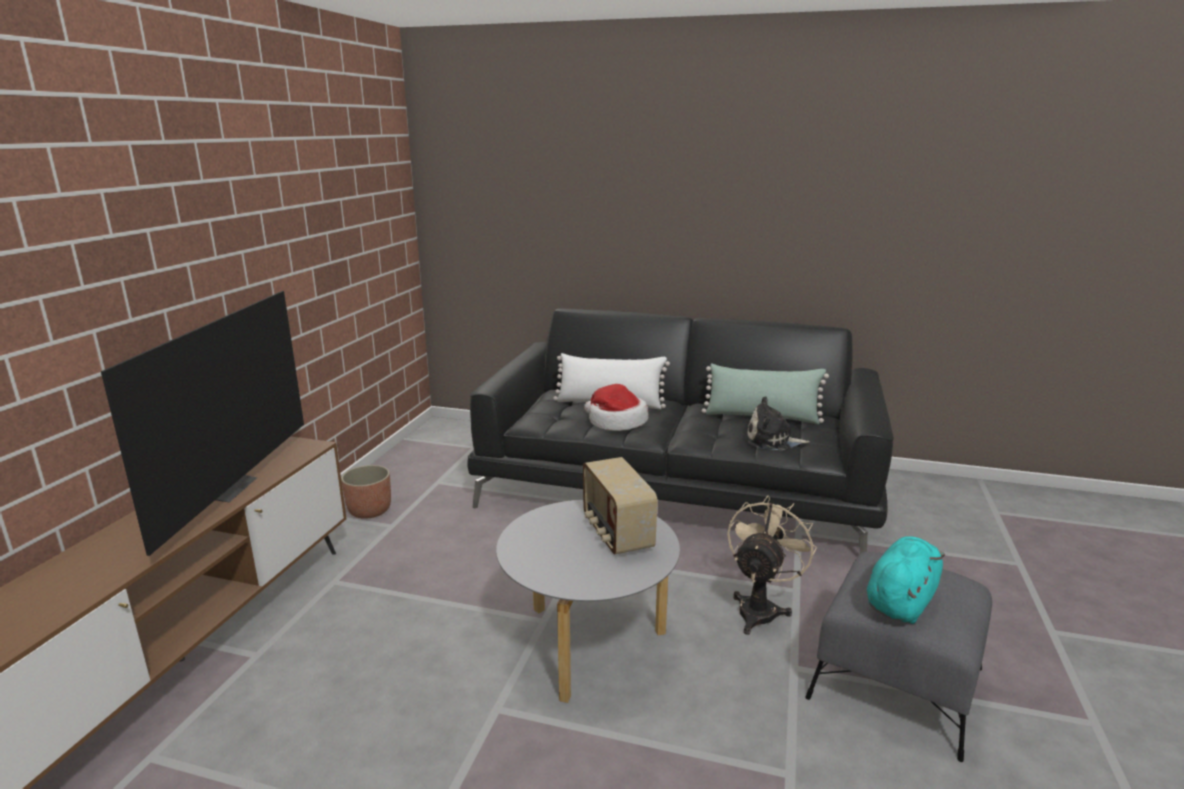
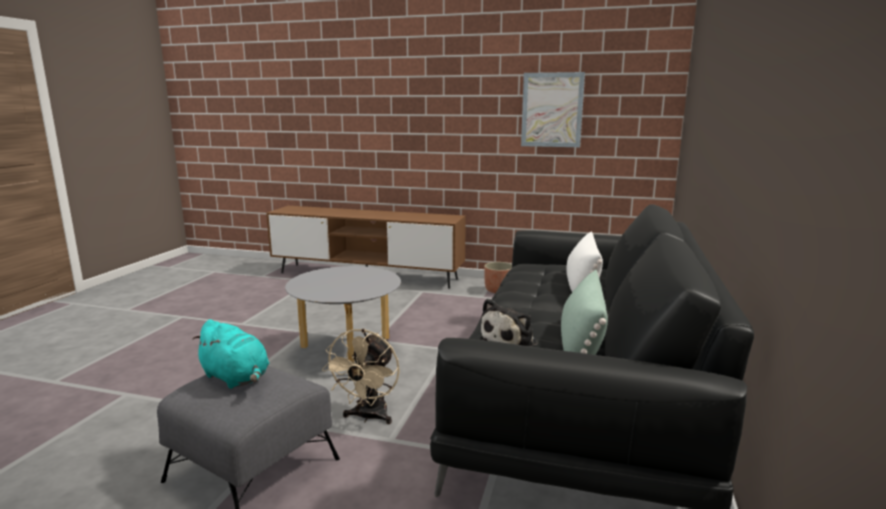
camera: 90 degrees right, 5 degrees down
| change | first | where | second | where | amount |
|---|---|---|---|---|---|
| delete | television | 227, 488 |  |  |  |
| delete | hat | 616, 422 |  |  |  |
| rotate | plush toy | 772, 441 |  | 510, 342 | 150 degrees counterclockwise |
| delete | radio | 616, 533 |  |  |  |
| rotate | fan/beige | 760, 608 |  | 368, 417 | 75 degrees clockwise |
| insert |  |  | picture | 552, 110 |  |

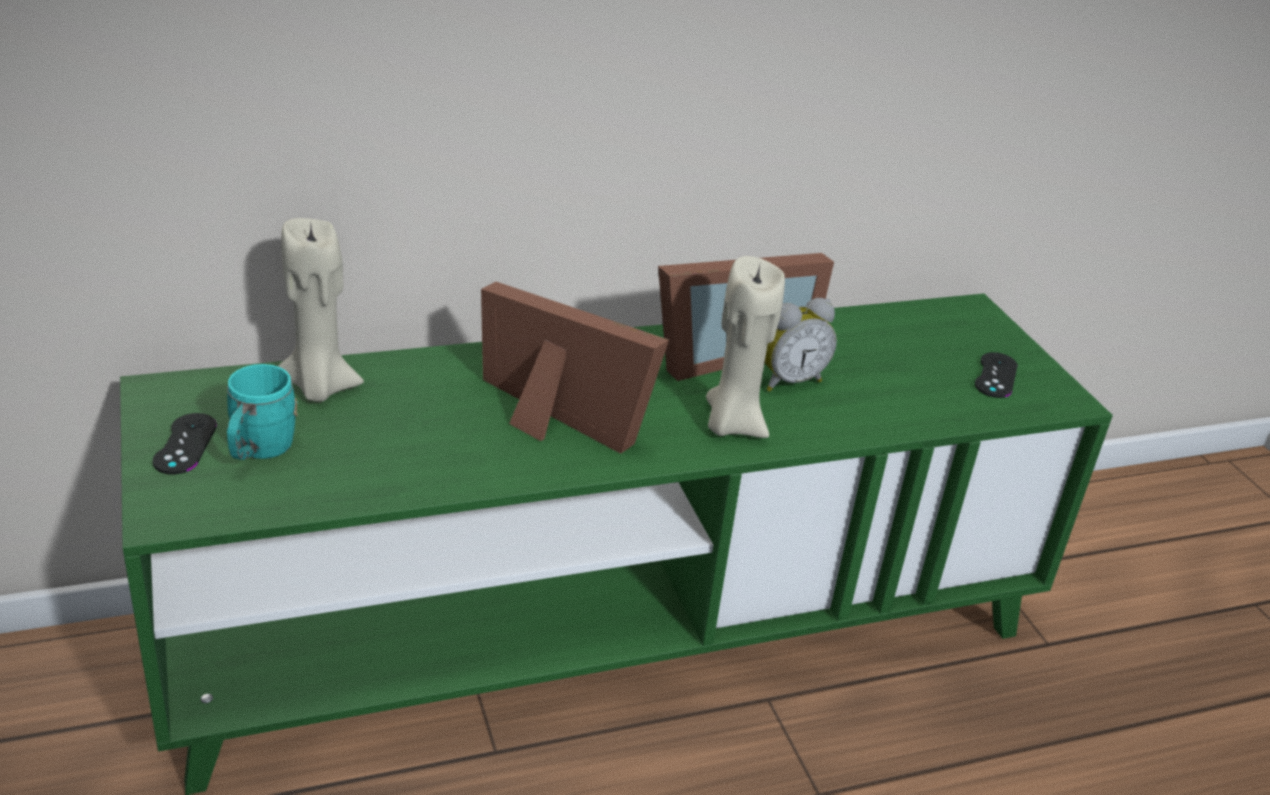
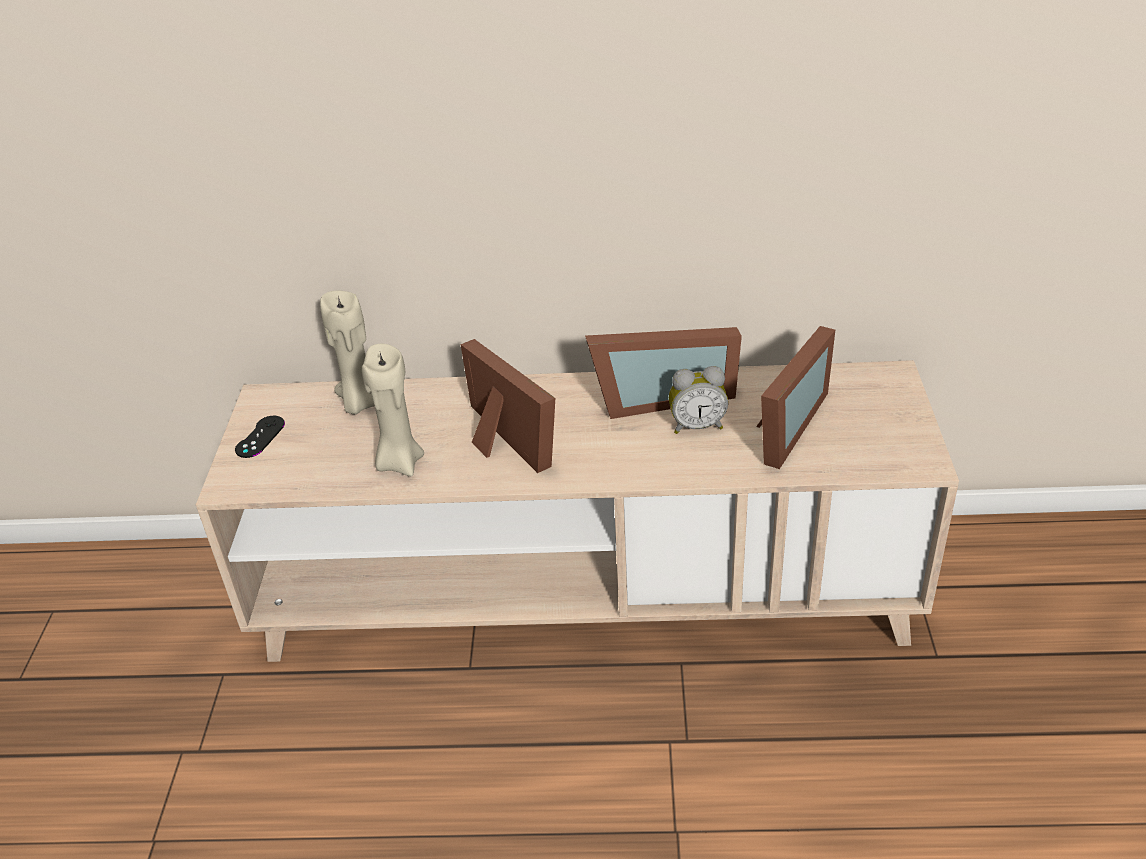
camera: 25 degrees right, 5 degrees up
| change | first | where | second | where | amount |
|---|---|---|---|---|---|
| move | candle/beige | 732, 424 |  | 399, 462 |  |
| recolor | tv stand/green | 610, 633 | tv stand/beige | 584, 595 |  |
| delete | game controller/black | 995, 375 |  |  |  |
| delete | mug/turquoise | 258, 452 |  |  |  |
| insert |  |  | picture frame | 780, 428 |  |

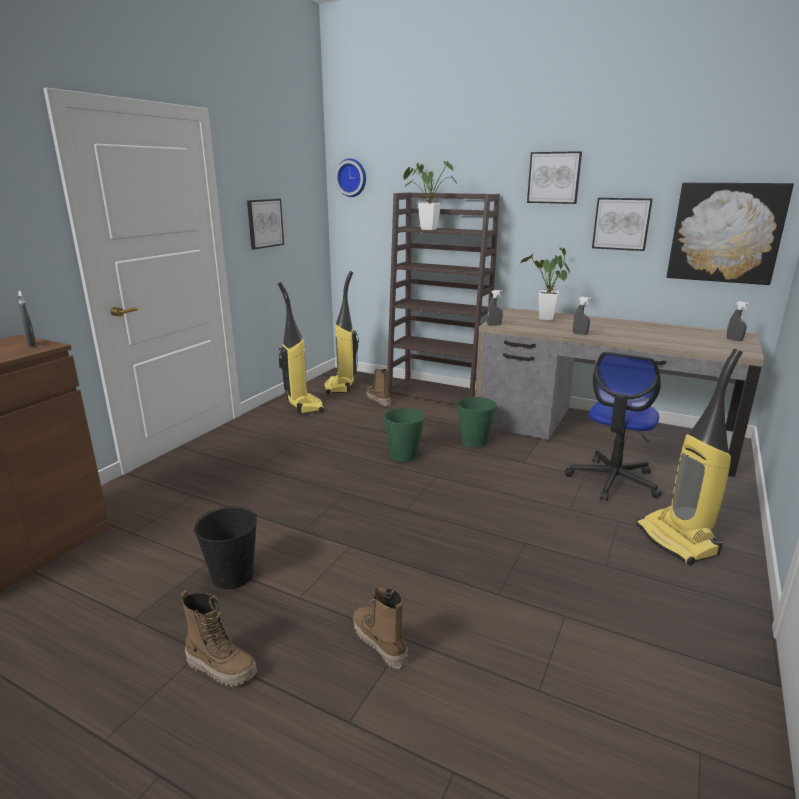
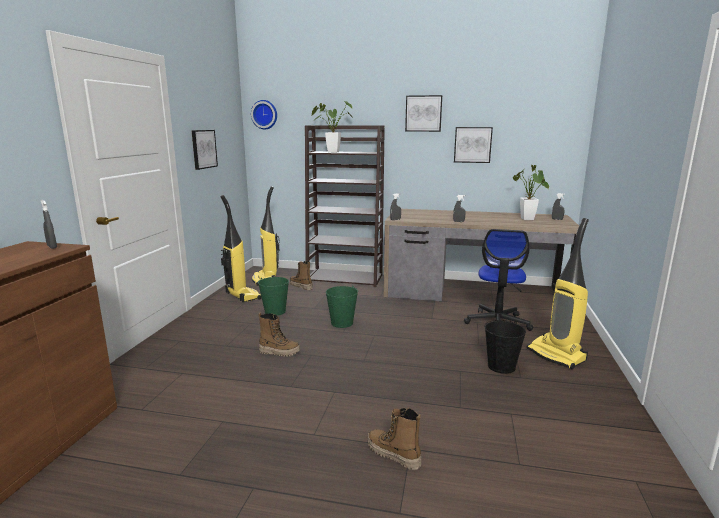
camera: 15 degrees left, 5 degrees down
| change | first | where | second | where | amount |
|---|---|---|---|---|---|
| delete | picture | 725, 233 |  |  |  |
| move | potted plant | 545, 319 |  | 528, 219 |  |
| move | bucket/green | 474, 441 |  | 275, 311 |  |
| move | bucket/black | 233, 576 |  | 501, 366 |  |
| move | boot | 221, 667 |  | 279, 352 |  |

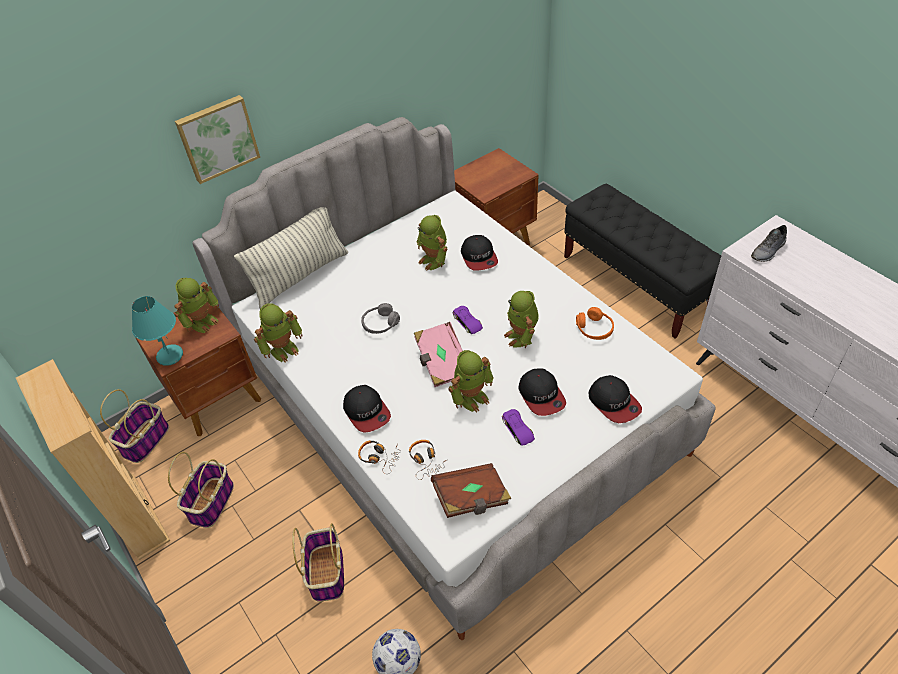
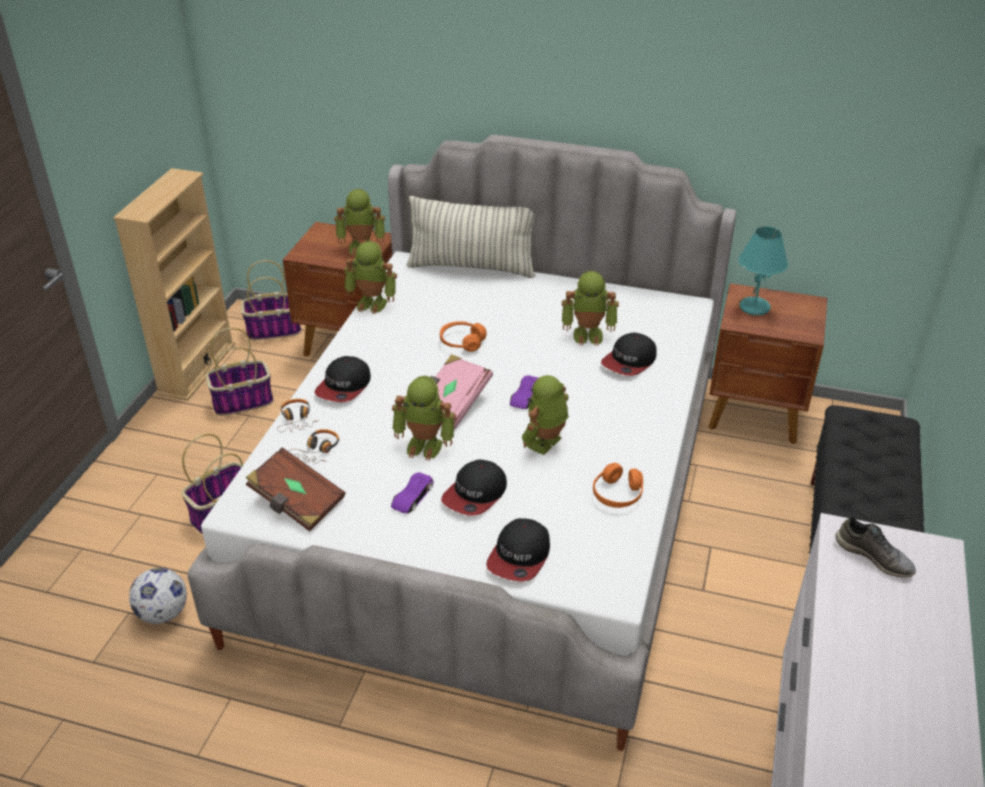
camera: 50 degrees right, 10 degrees down
| change | first | where | second | where | amount |
|---|---|---|---|---|---|
| delete | picture | 217, 138 |  |  |  |
| rotate | toy robot | 434, 260 |  | 588, 334 | 105 degrees counterclockwise |
| rotate | shoe/grey | 768, 251 |  | 874, 556 | 150 degrees counterclockwise |
| move | table lamp/turquoise | 169, 356 |  | 754, 307 |  |
| recolor | headphones/grey | 380, 324 | headphones/orange | 462, 342 |  |

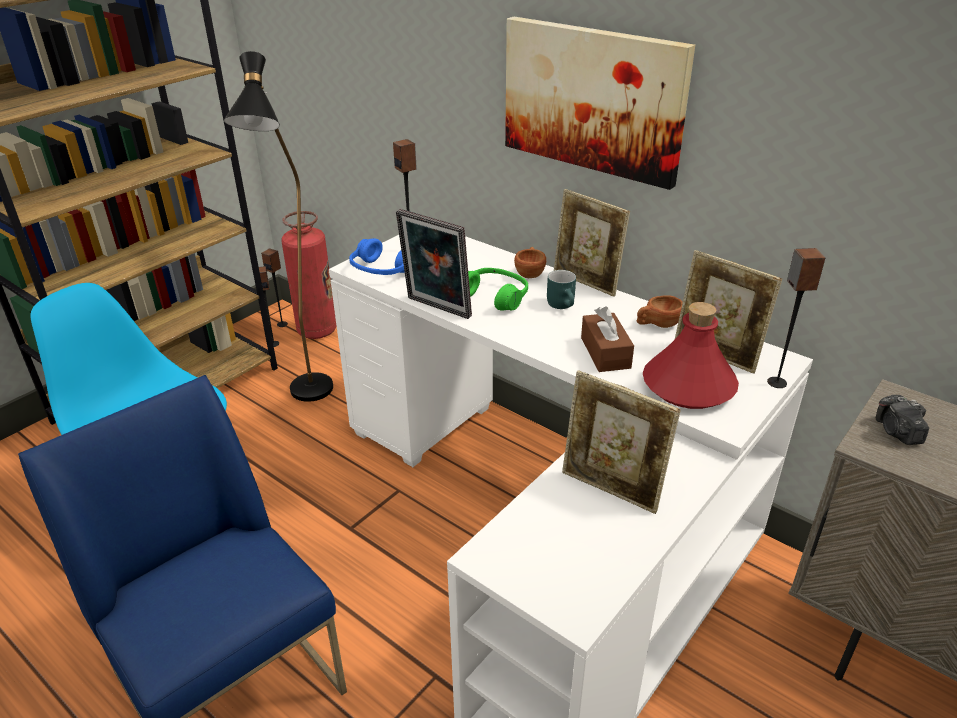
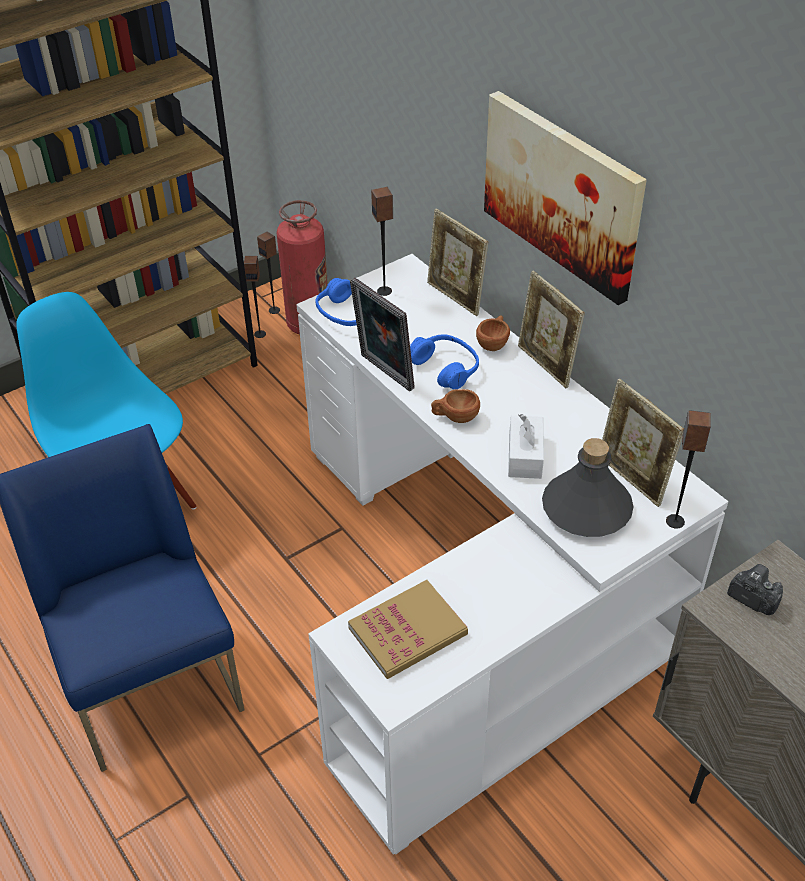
camera: 15 degrees right, 10 degrees up
| change | first | where | second | where | amount |
|---|---|---|---|---|---|
| delete | floor lamp/black | 310, 398 |  |  |  |
| recolor | headphones/green | 495, 297 | headphones/blue | 446, 368 |  |
| delete | mug/turquoise | 564, 305 |  |  |  |
| move | cup/brown | 658, 325 |  | 455, 417 |  |
| recolor | bottle/red | 689, 386 | bottle/grey | 587, 509 |  |
| recolor | tissue box/brown | 605, 353 | tissue box/white | 525, 456 |  |
| move | picture frame | 611, 489 |  | 455, 298 |  |
| rotate | photo camera | 897, 432 |  | 752, 599 | 120 degrees clockwise |
| insert |  |  | book | 408, 632 |  |

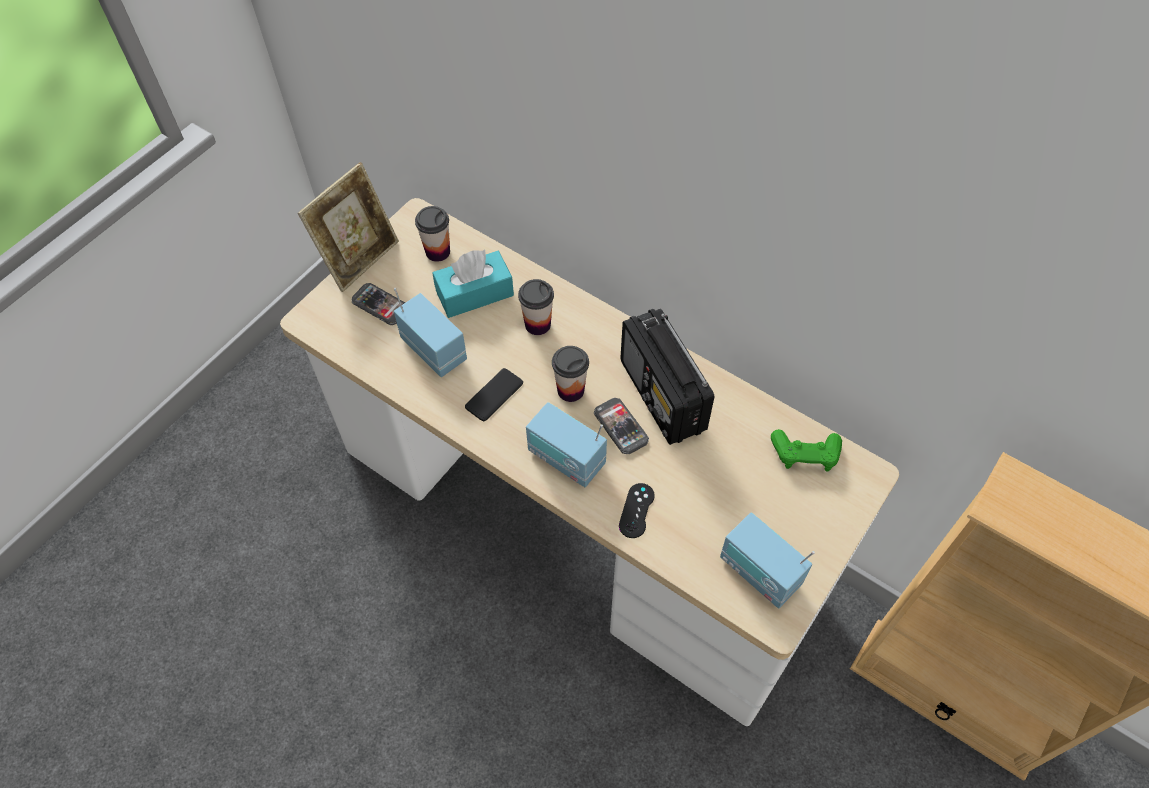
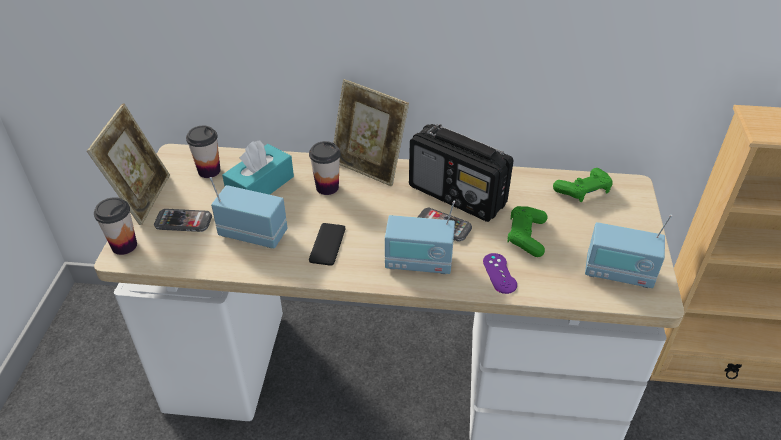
camera: 30 degrees left, 15 degrees down
| change | first | where | second | where | amount |
|---|---|---|---|---|---|
| move | cup | 570, 390 |  | 124, 246 |  |
| recolor | game controller/black | 636, 510 | game controller/purple | 499, 273 |  |
| insert |  |  | picture frame | 369, 166 |  |
| insert |  |  | game controller/green | 526, 236 |  |

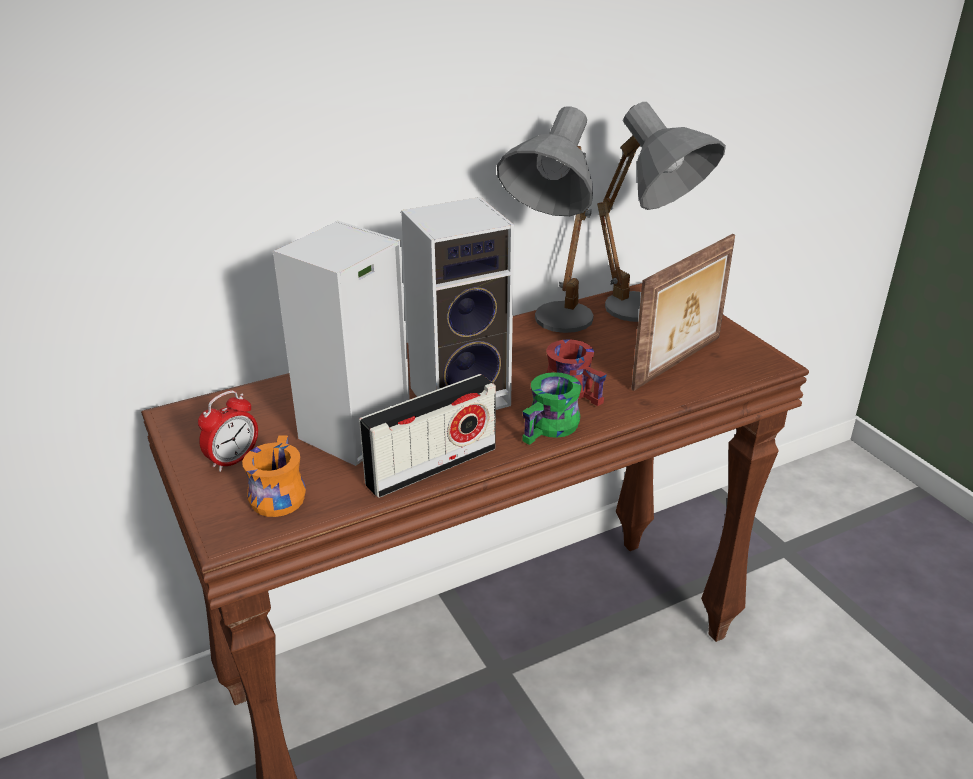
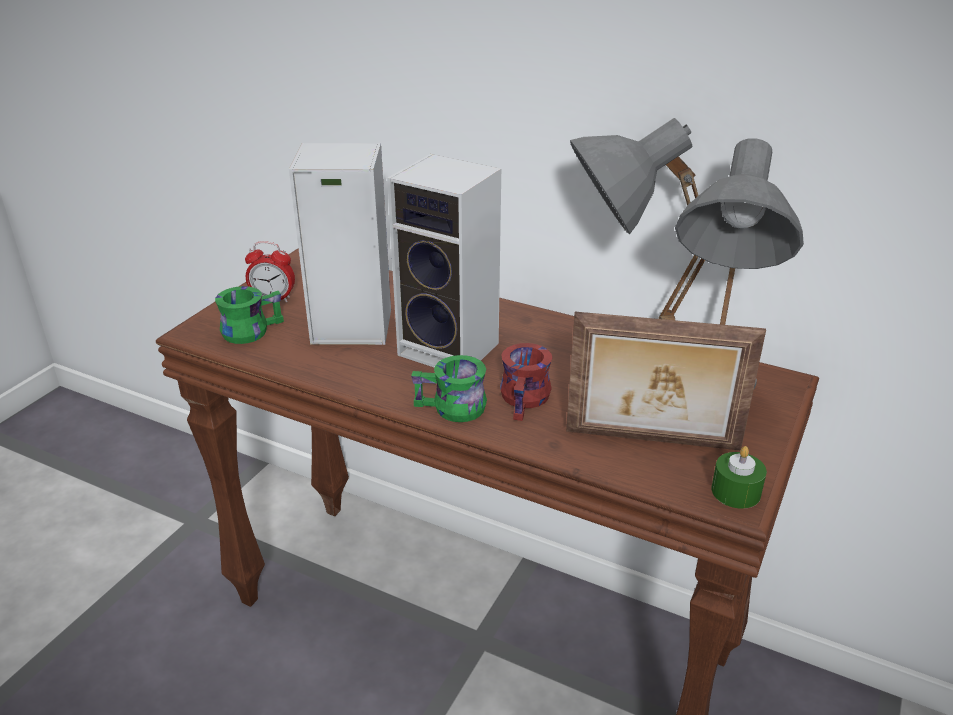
camera: 55 degrees right, 0 degrees up
| change | first | where | second | where | amount |
|---|---|---|---|---|---|
| delete | radio | 431, 466 |  |  |  |
| recolor | mug/orange | 275, 493 | mug/green | 250, 329 |  |
| insert |  |  | candle/green | 736, 492 |  |

